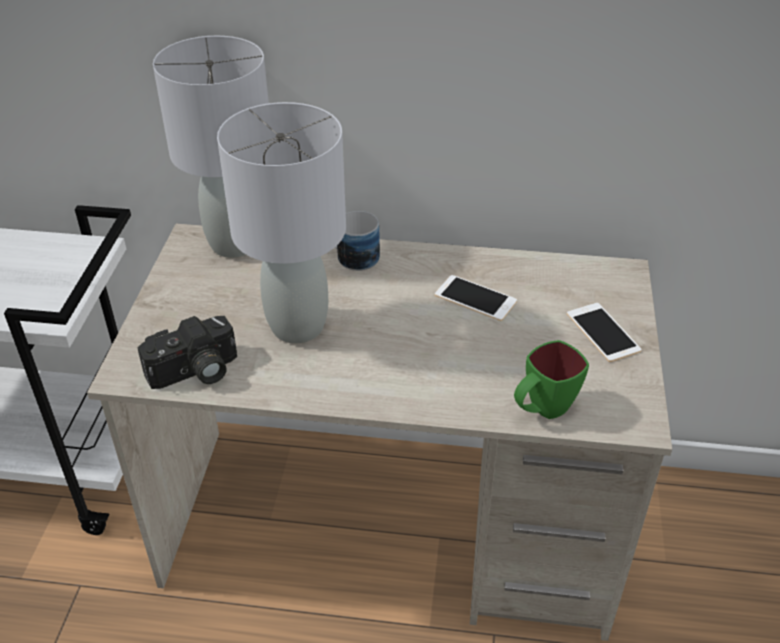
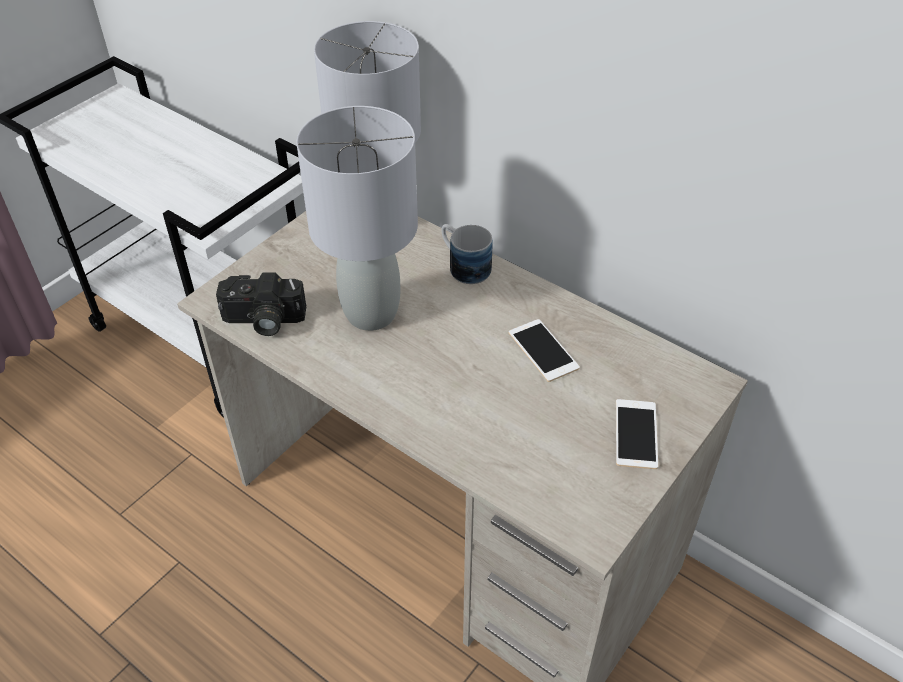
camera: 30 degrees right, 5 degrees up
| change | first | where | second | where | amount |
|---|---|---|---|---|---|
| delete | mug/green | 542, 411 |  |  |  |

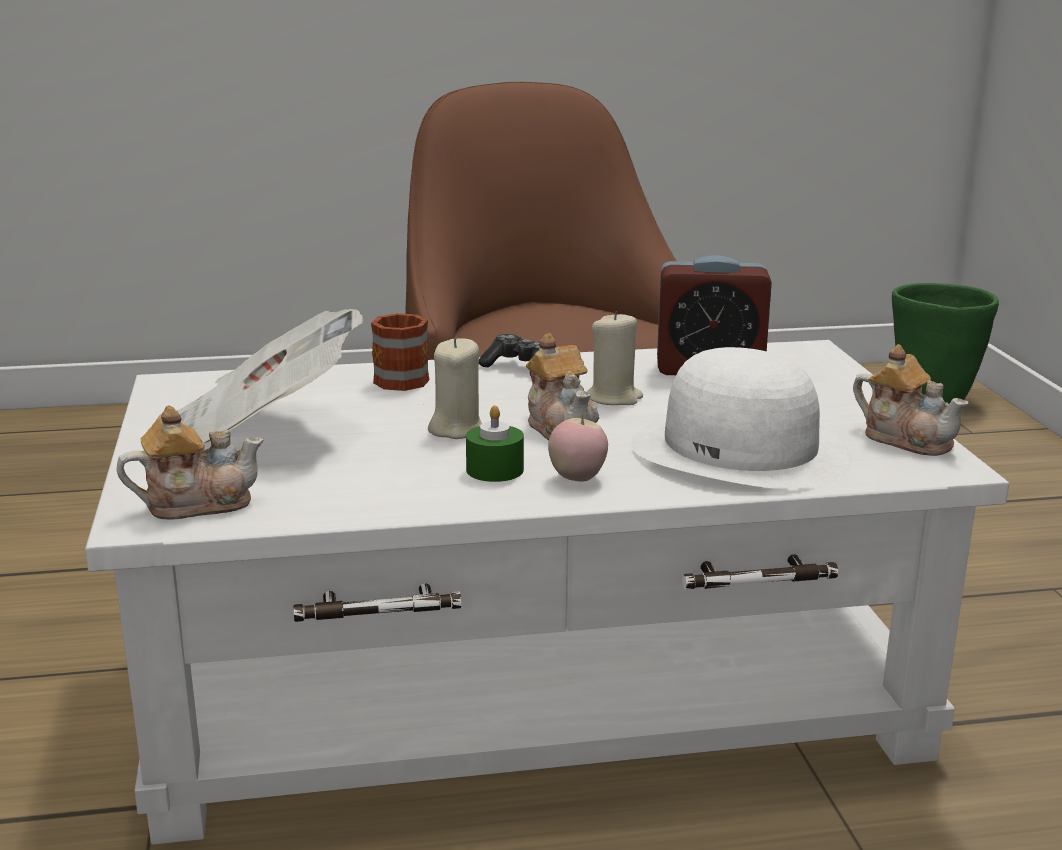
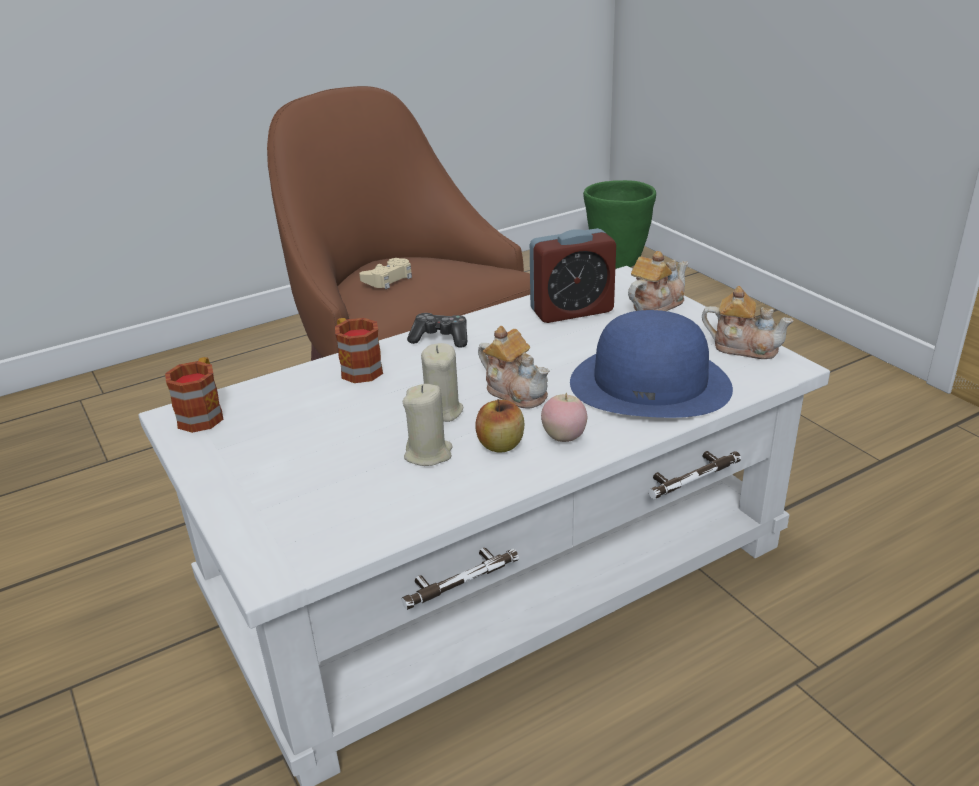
camera: 20 degrees left, 10 degrees up
| change | first | where | second | where | amount |
|---|---|---|---|---|---|
| delete | newspaper | 258, 433 |  |  |  |
| move | candle/beige | 614, 398 |  | 428, 454 |  |
| recolor | hat/white | 741, 451 | hat/blue | 651, 383 |  |
| replace | candle/green | 495, 470 | apple | 500, 445 |  |
| move | teapot | 196, 503 |  | 655, 304 |  |
| insert |  |  | game controller/beige | 388, 279 |  |
| insert |  |  | mug | 203, 413 |  |

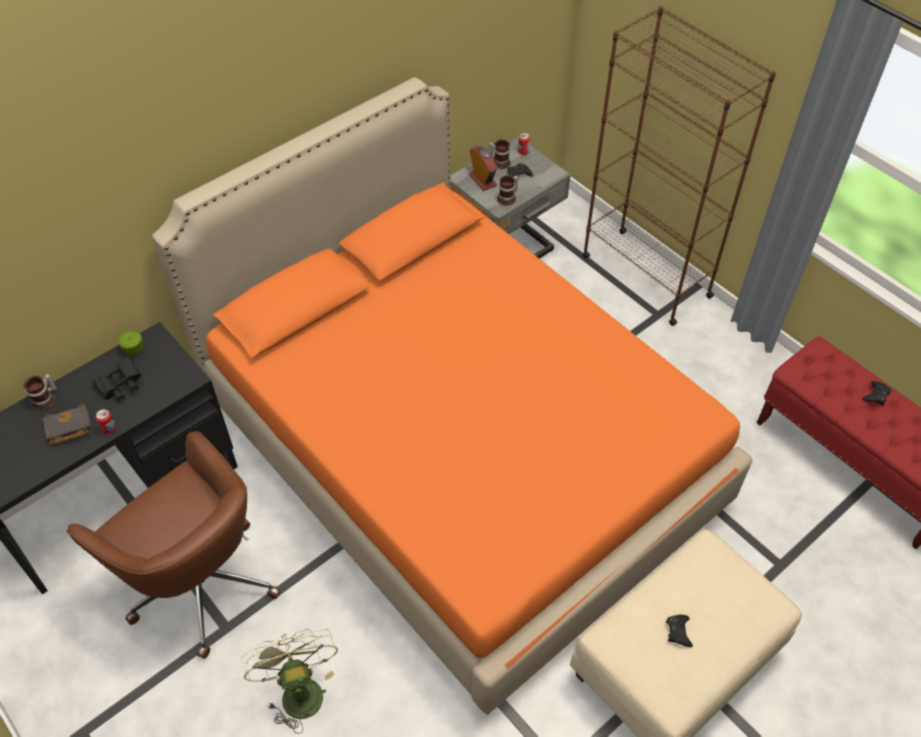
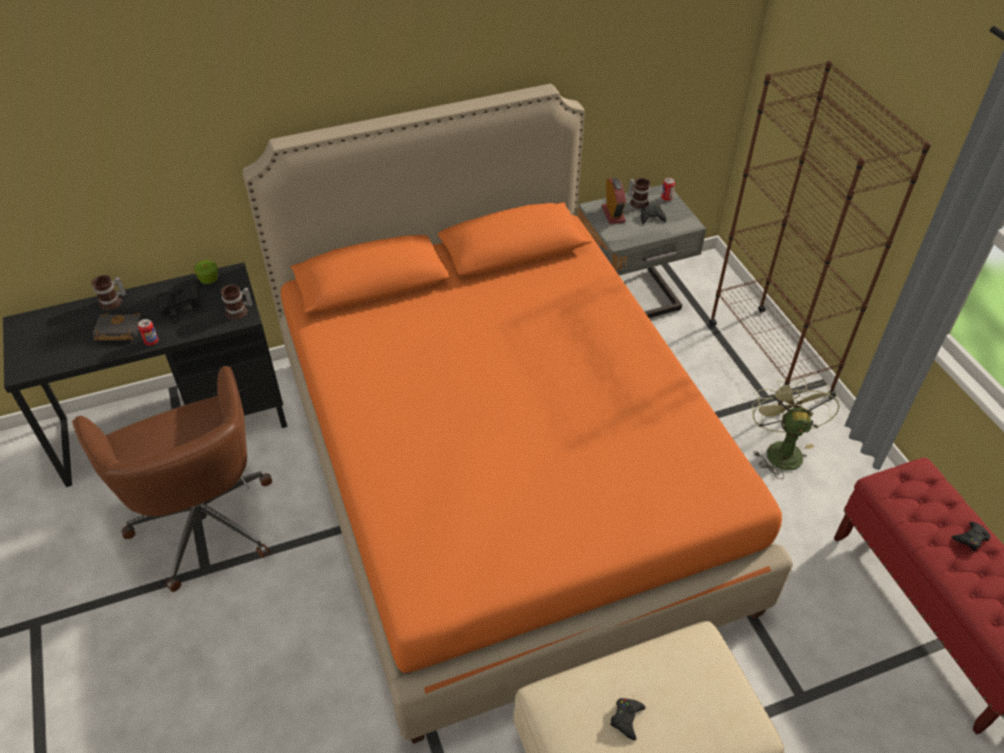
camera: 20 degrees right, 5 degrees down
| change | first | where | second | where | amount |
|---|---|---|---|---|---|
| move | mug | 508, 198 |  | 239, 312 |  |
| move | fan/green | 298, 690 |  | 781, 449 |  |

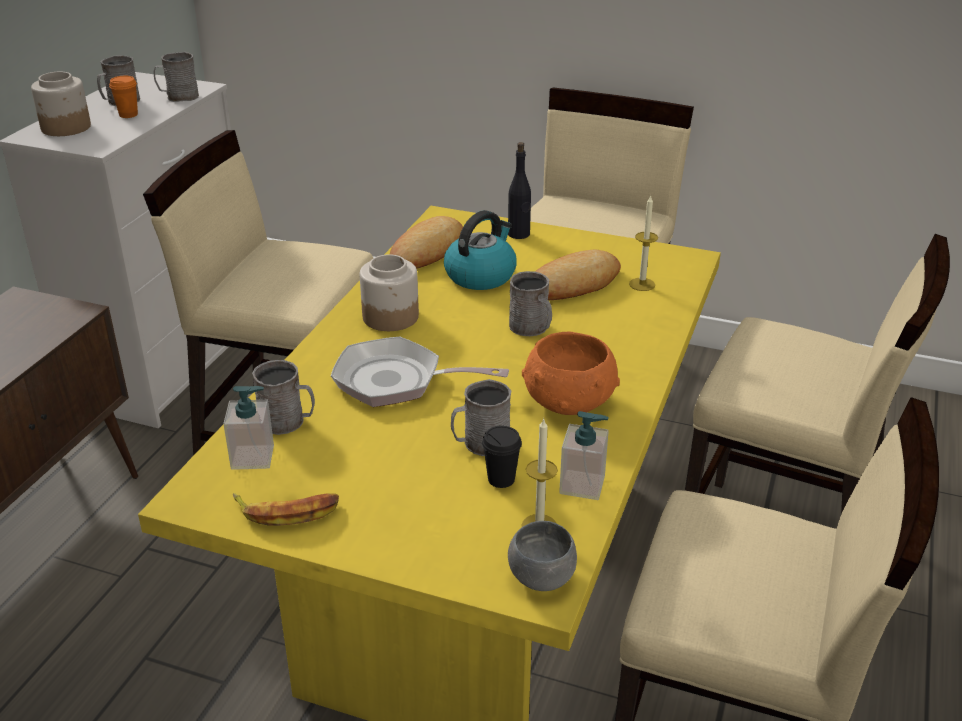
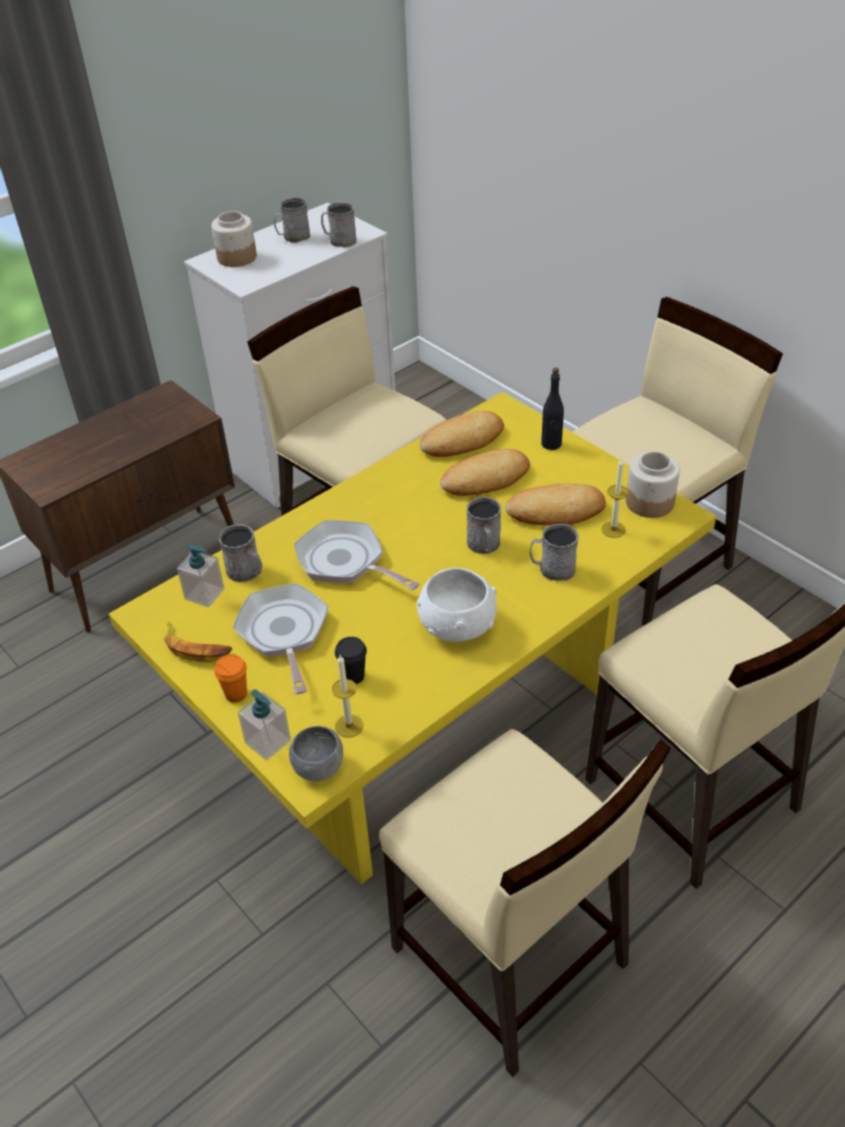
camera: 30 degrees right, 10 degrees up
| change | first | where | second | where | amount |
|---|---|---|---|---|---|
| move | cup/orange | 128, 115 |  | 236, 694 |  |
| replace | kettle | 481, 275 | bread | 486, 479 |  |
| move | jar | 391, 316 |  | 650, 502 |  |
| recolor | bowl/orange | 568, 401 | bowl/white | 456, 625 |  |
| move | mug/grey | 480, 443 |  | 552, 569 |  |
| move | soap dispenser | 582, 485 |  | 268, 742 |  |
| insert |  |  | frying pan | 284, 634 |  |

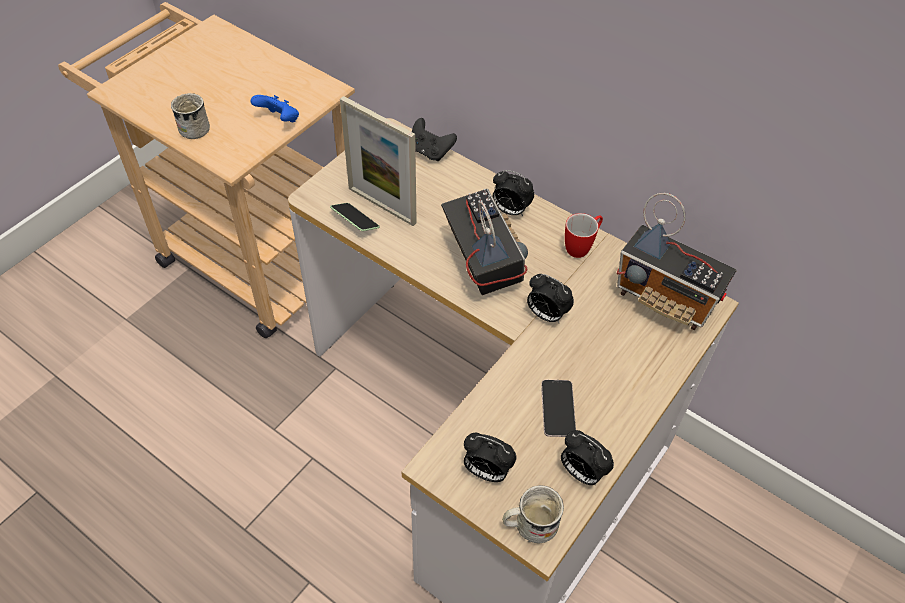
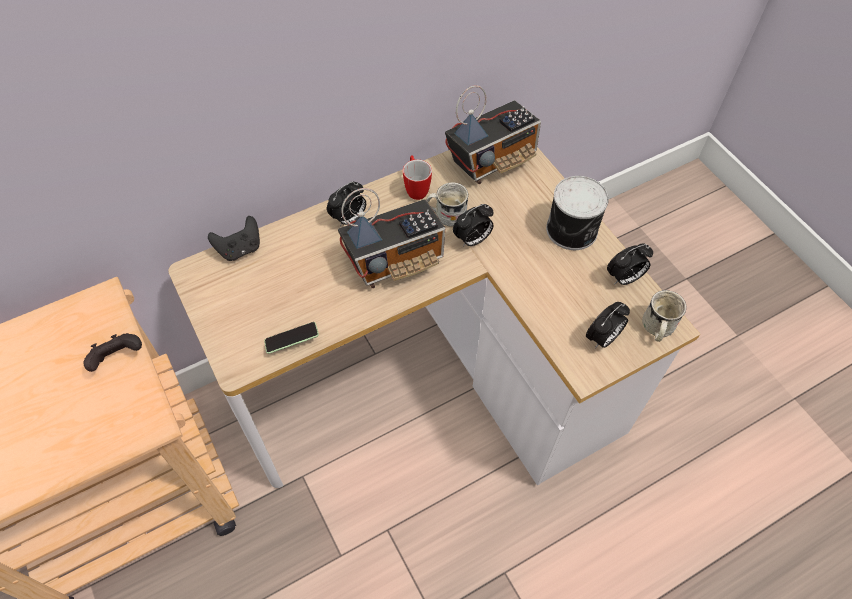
camera: 65 degrees left, 5 degrees up
| change | first | where | second | where | amount |
|---|---|---|---|---|---|
| move | mug/white | 195, 126 |  | 446, 215 |  |
| recolor | game controller/blue | 279, 120 | game controller/black | 118, 358 |  |
| delete | picture frame | 382, 205 |  |  |  |
| rotate | radio | 483, 262 |  | 396, 261 | 150 degrees clockwise |
| delete | phone | 558, 408 |  |  |  |
| insert |  |  | can | 573, 230 |  |

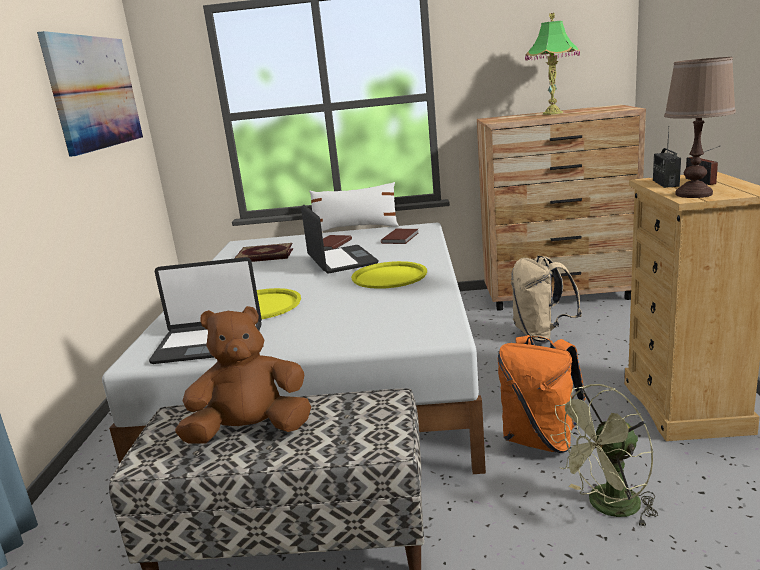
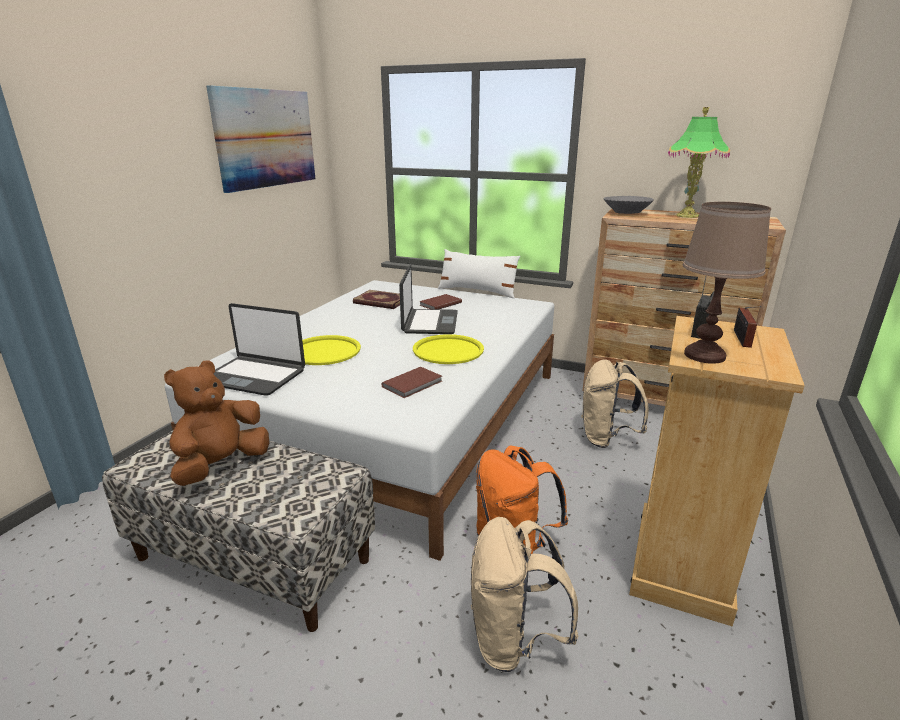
camera: 20 degrees right, 5 degrees up
| change | first | where | second | where | amount |
|---|---|---|---|---|---|
| move | book/brown | 401, 238 |  | 413, 384 |  |
| rotate | plush toy/brown | 251, 431 |  | 222, 465 | 60 degrees counterclockwise |
| replace | fan/green | 607, 507 | backpack/beige | 513, 640 |  |
| insert |  |  | bowl/grey | 626, 213 |  |

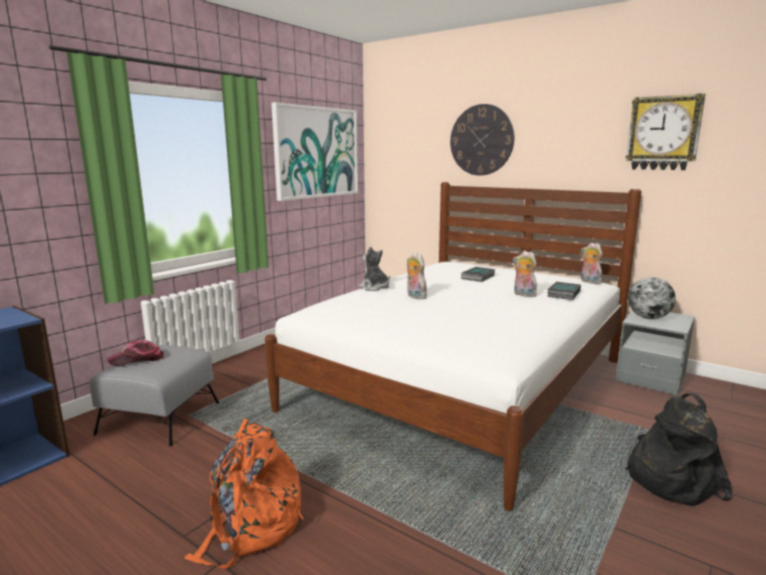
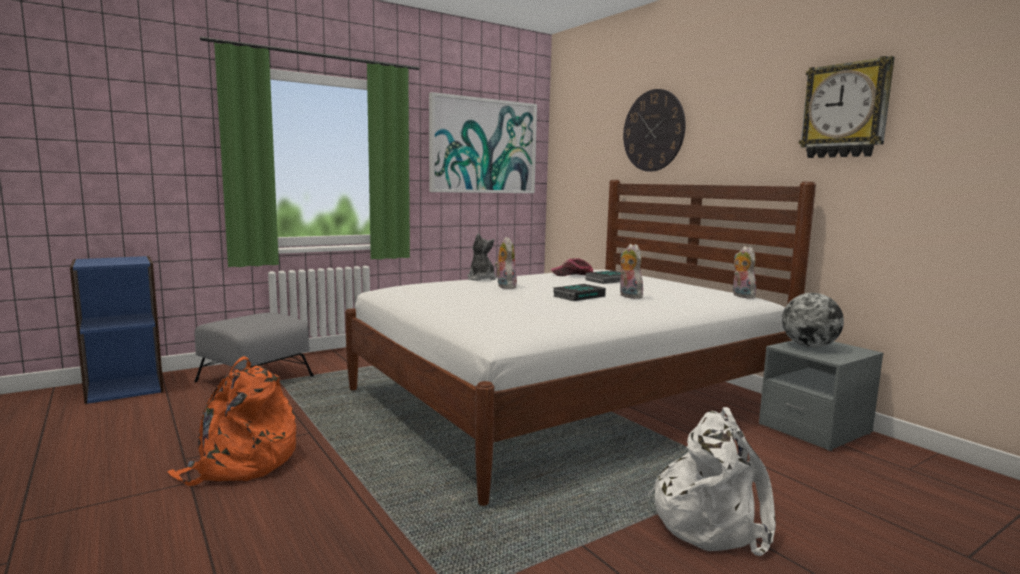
camera: 20 degrees right, 5 degrees down
| change | first | where | second | where | amount |
|---|---|---|---|---|---|
| move | book | 563, 293 |  | 578, 296 |  |
| move | cap | 137, 360 |  | 572, 275 |  |
| recolor | backpack/black | 669, 478 | backpack/white | 710, 521 |  |

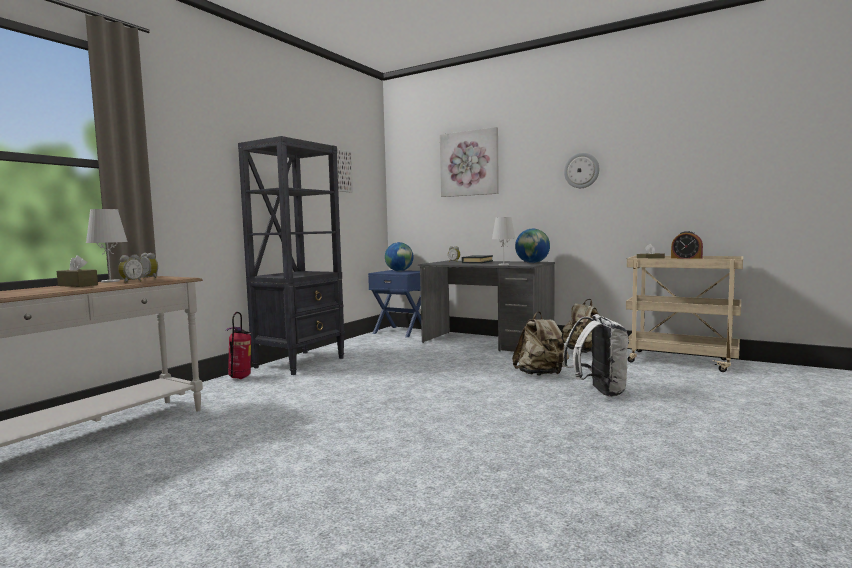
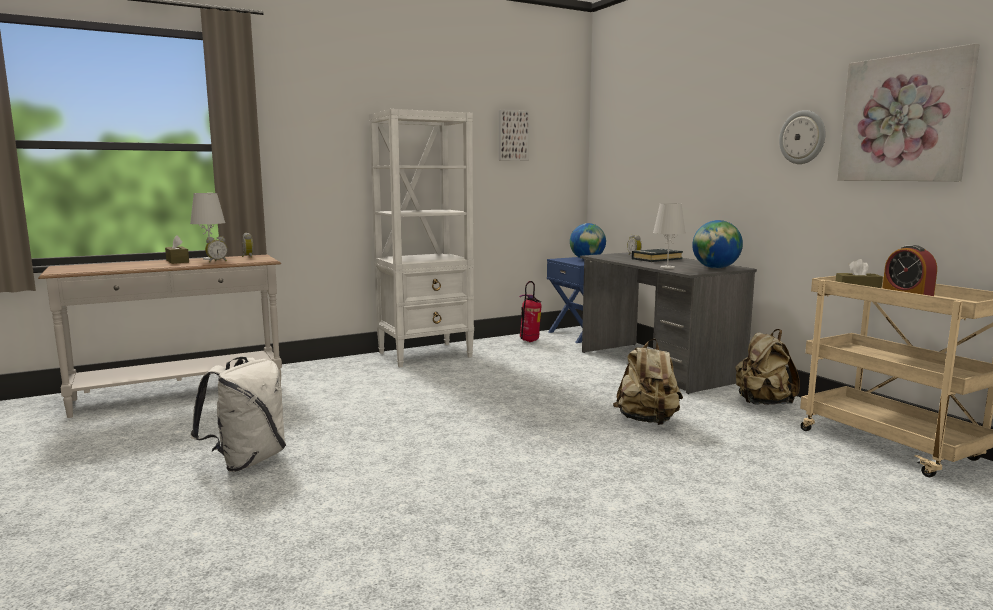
camera: 30 degrees right, 5 degrees up
| change | first | where | second | where | amount |
|---|---|---|---|---|---|
| move | picture | 469, 163 |  | 904, 119 |  |
| recolor | bookcase/black | 300, 362 | bookcase/white | 426, 354 |  |
| move | fire extinguisher | 240, 378 |  | 529, 341 |  |
| move | backpack/white | 598, 391 |  | 247, 461 |  |

